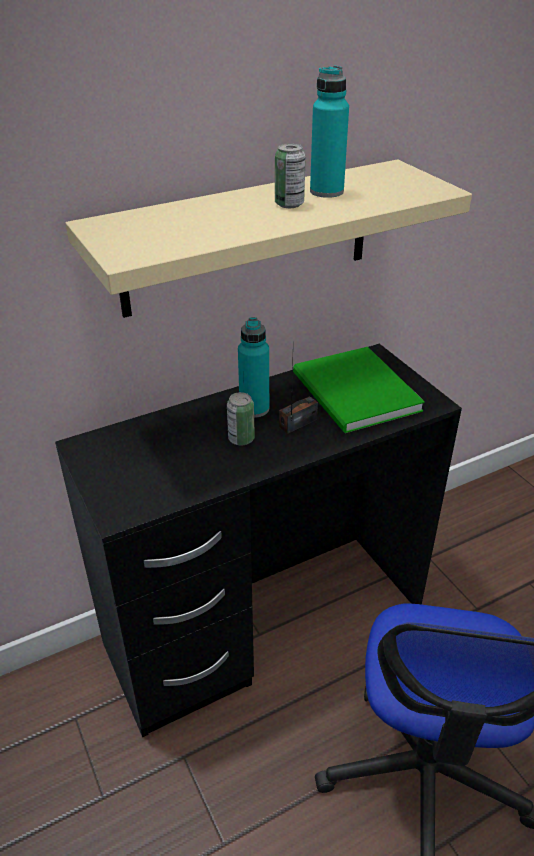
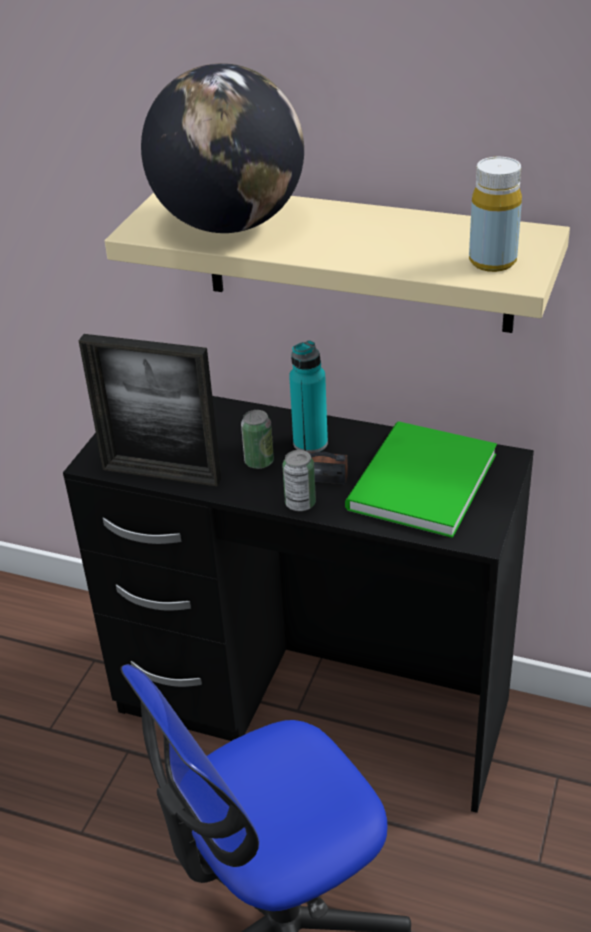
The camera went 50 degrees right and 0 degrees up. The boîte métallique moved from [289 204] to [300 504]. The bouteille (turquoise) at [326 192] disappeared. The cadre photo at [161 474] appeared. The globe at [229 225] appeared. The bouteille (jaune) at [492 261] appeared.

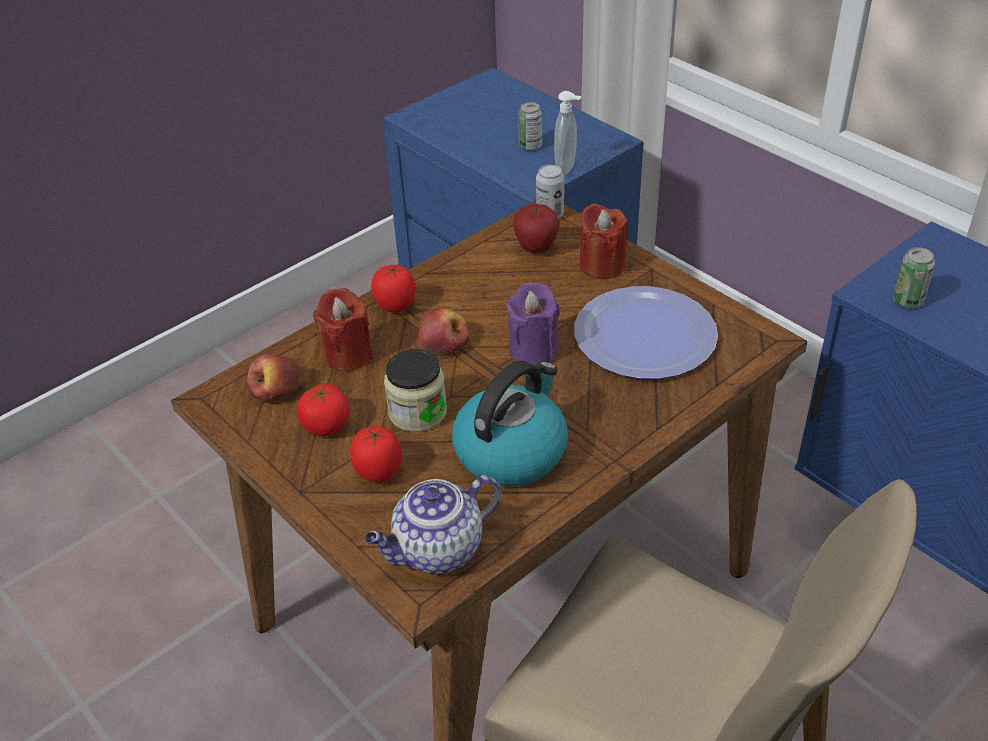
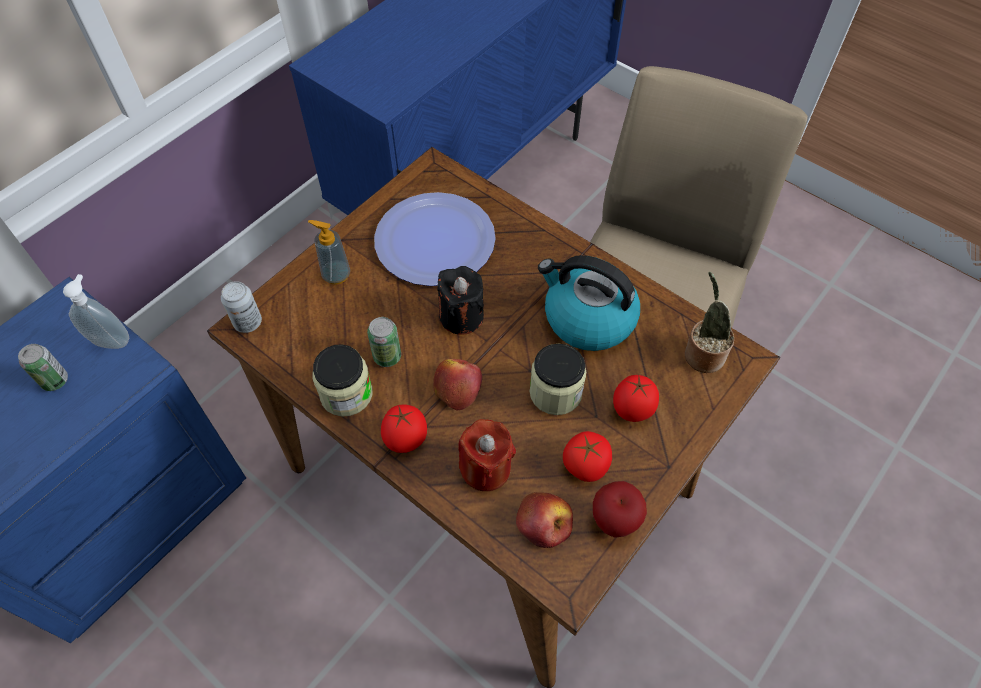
The camera went 100 degrees left and 15 degrees up. The théière at [437 551] was replaced by the plante en pot at [702 353]. The bougie (violet) at [533 349] became the bougie (noir) at [461 316]. The pomme moved from [536 249] to [614 521]. The bougie (rouge) at [602 265] was replaced by the distributeur de savon at [336 275]. The boîte métallique moved from [907 301] to [387 356]. The bocal at [346 394] appeared.

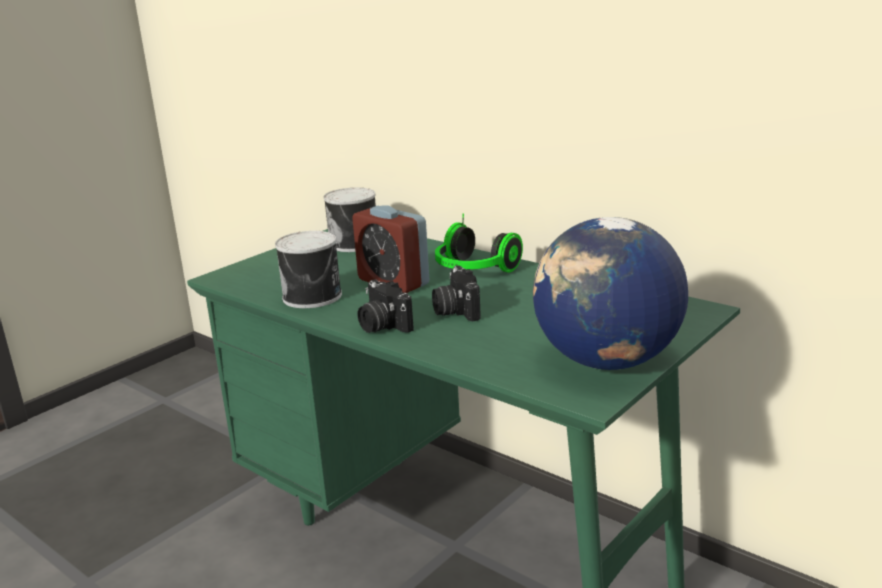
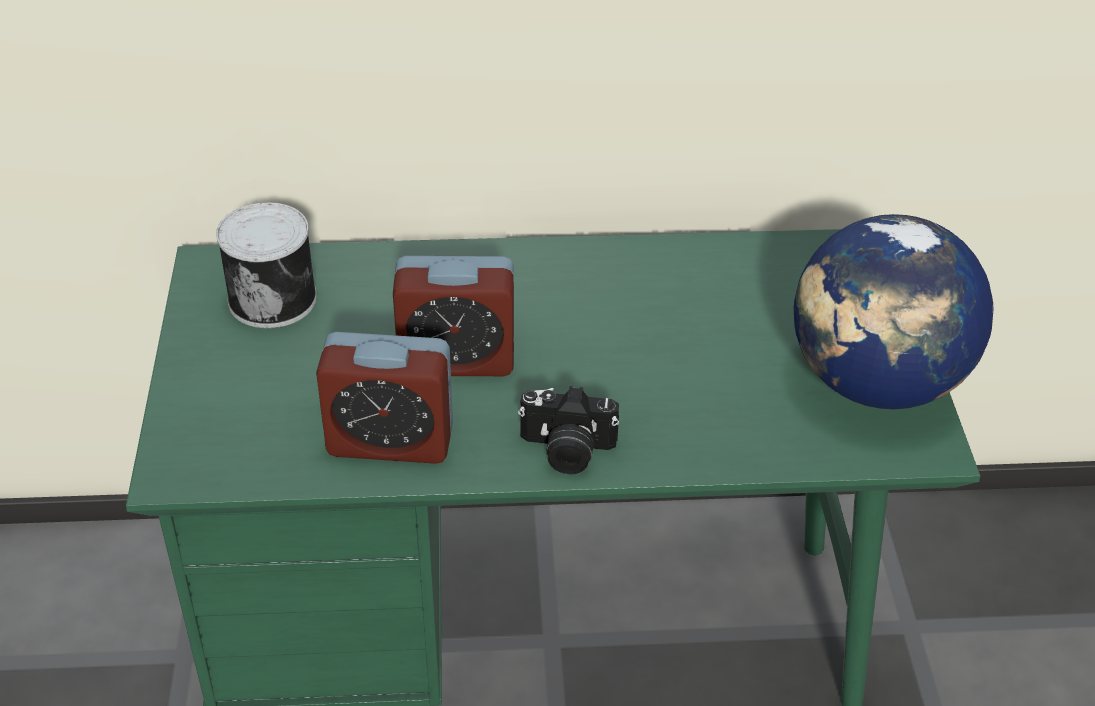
The camera went 45 degrees left and 20 degrees up. The boîte métallique at [314 296] was replaced by the réveil at [390 441]. The appareil photo at [455 311] disappeared. The casque audio at [473 270] disappeared.

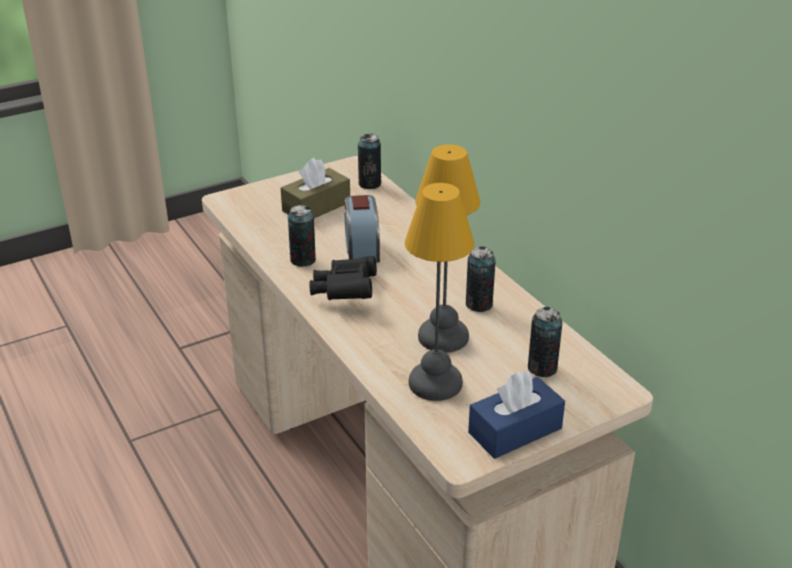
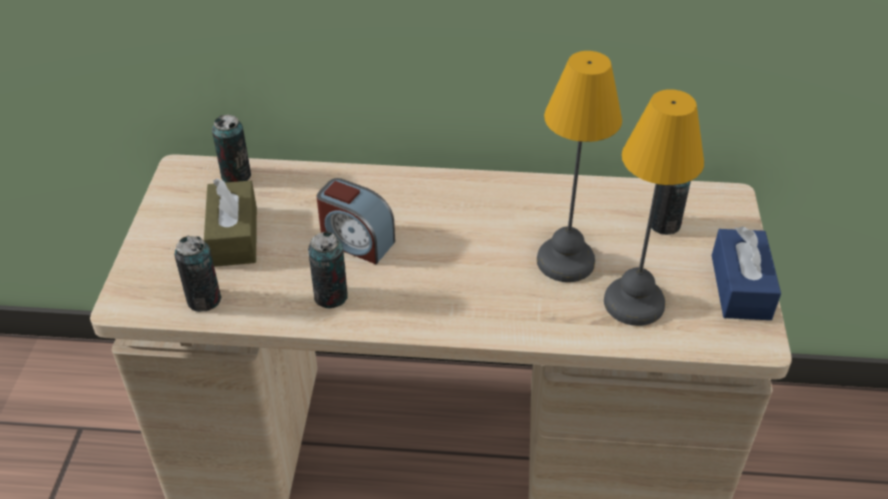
The camera went 55 degrees left and 10 degrees up. The jumelles (noir) at [345 292] disappeared. The boîte métallique moved from [479 304] to [204 300].

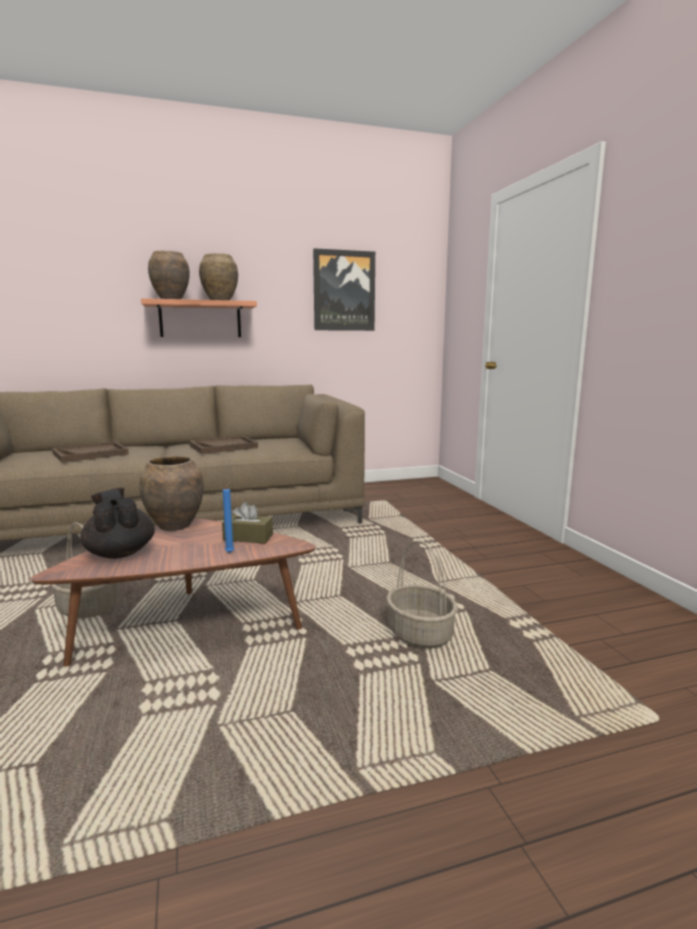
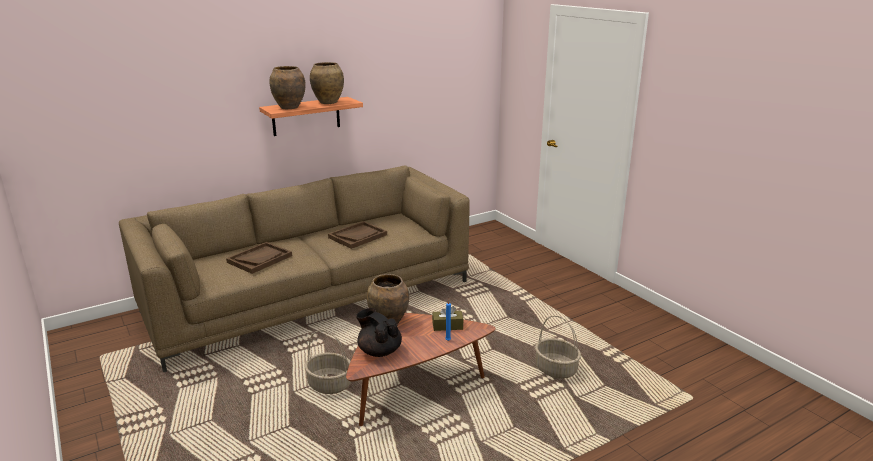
The camera went 15 degrees left and 10 degrees up. The tableau at [344 291] disappeared.

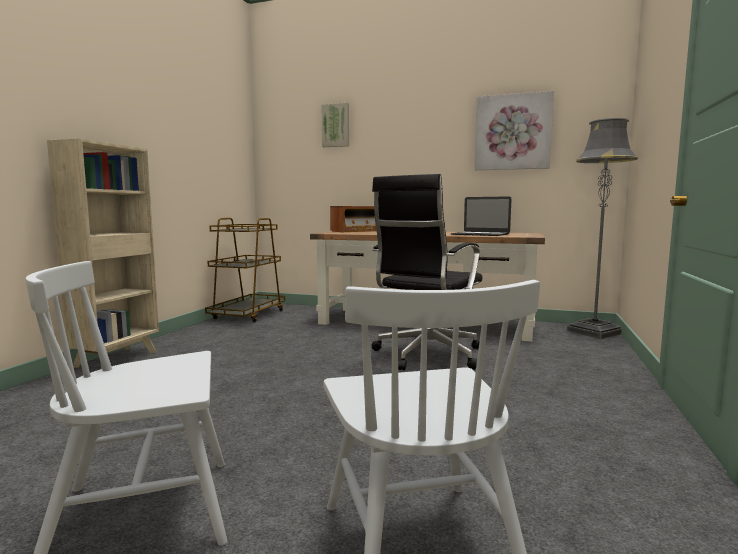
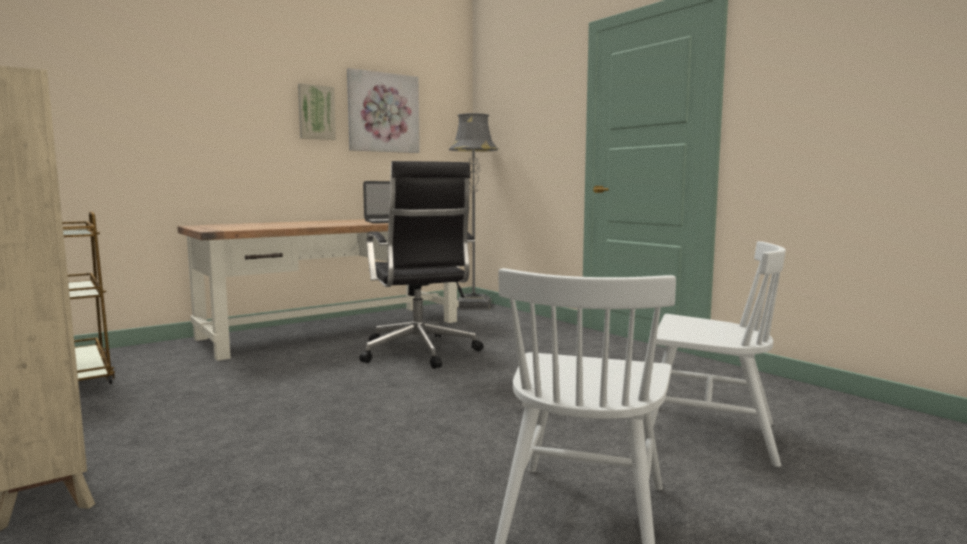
The camera went 55 degrees left and 0 degrees up. The tableau moved from [336 125] to [316 112]. The radio at [355 231] disappeared.

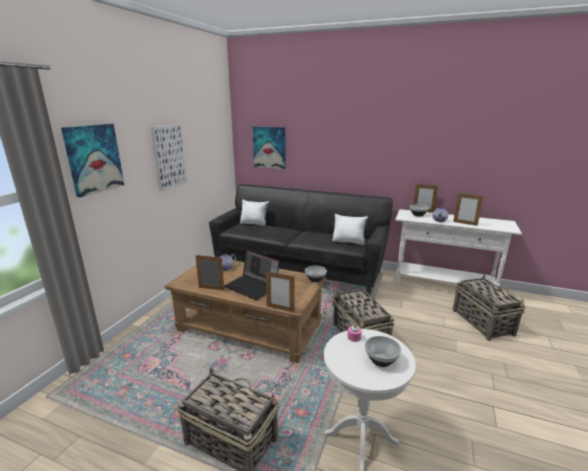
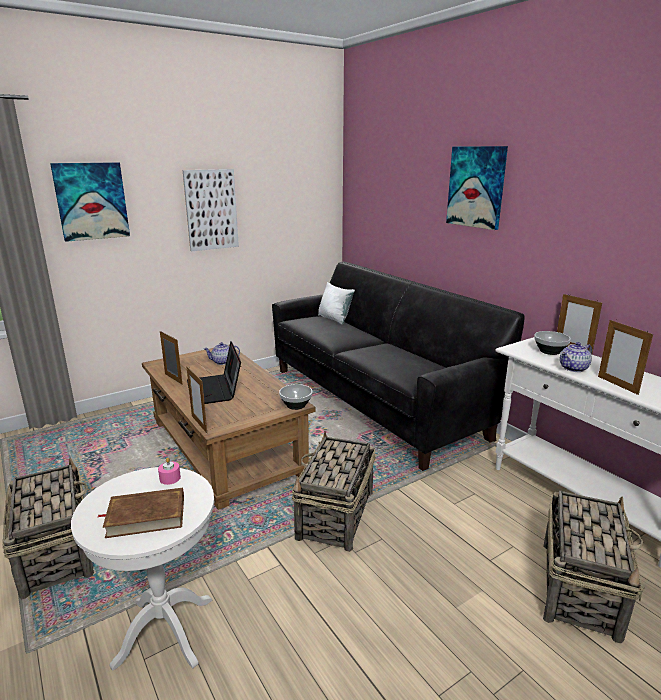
The camera went 35 degrees right and 0 degrees up. The tableau moved from [269 147] to [476 187]. The coussin (blanc) at [349 241] disappeared. The bol at [381 360] was replaced by the livre (marron) at [146 516].

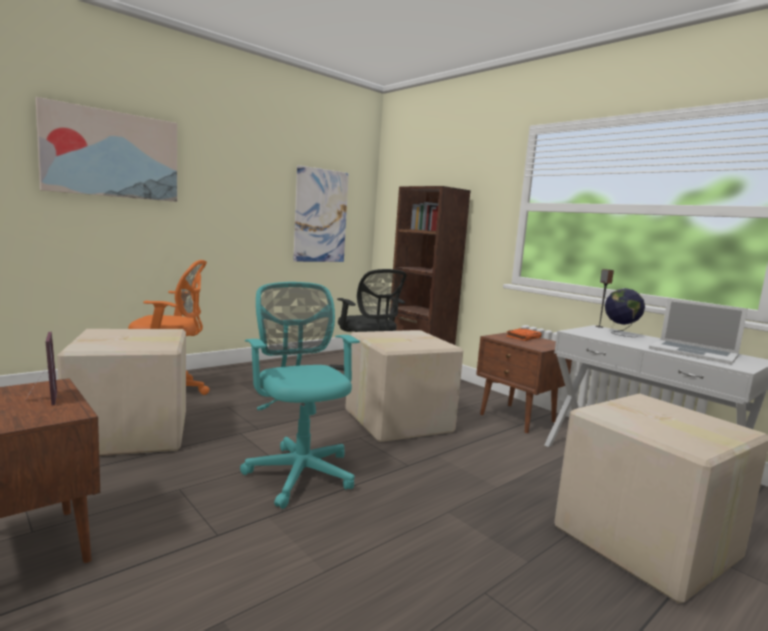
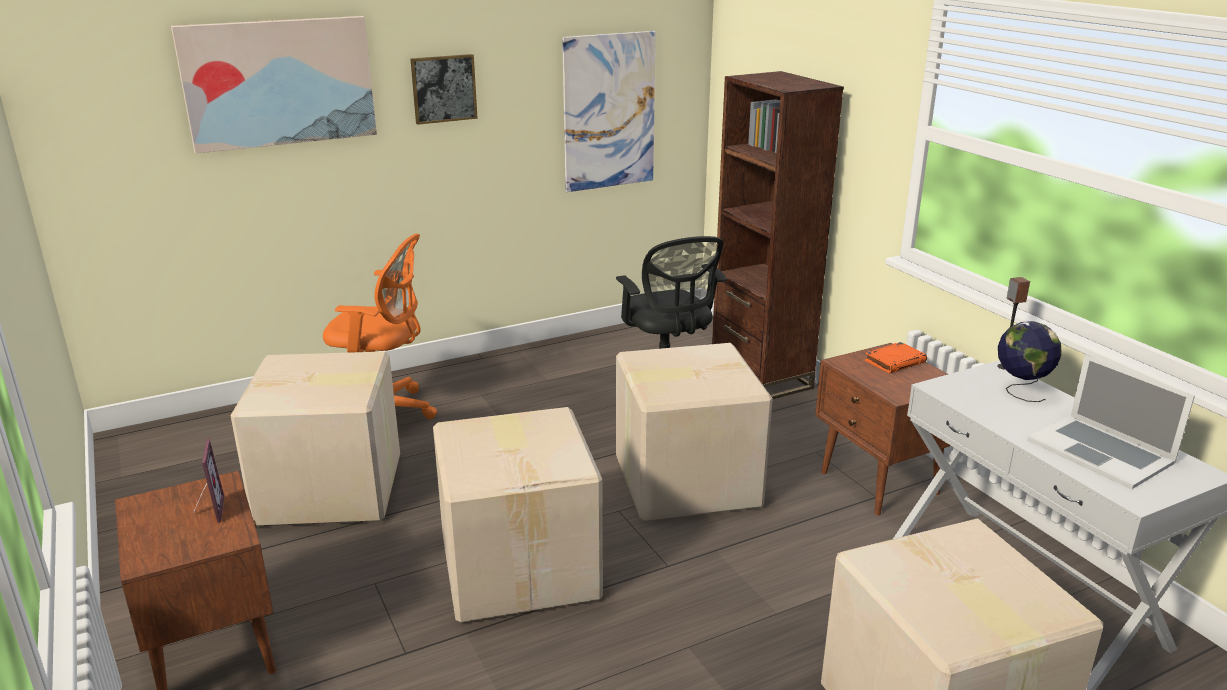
The camera went 15 degrees right and 15 degrees up. The chaise de bureau (turquoise) at [299 471] was replaced by the carton at [521 566]. The tableau at [444 88] appeared.

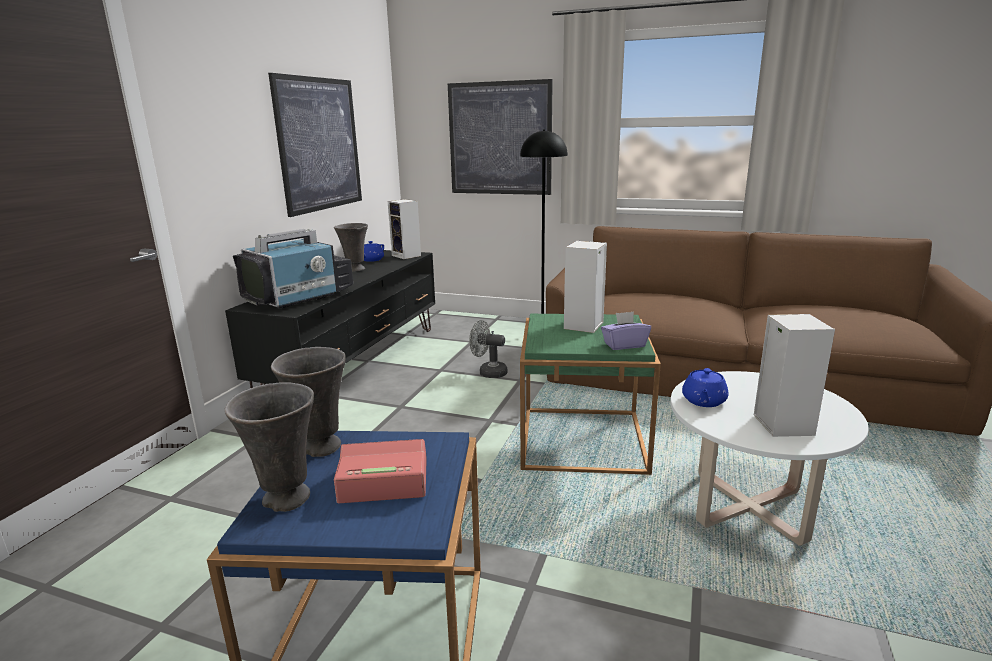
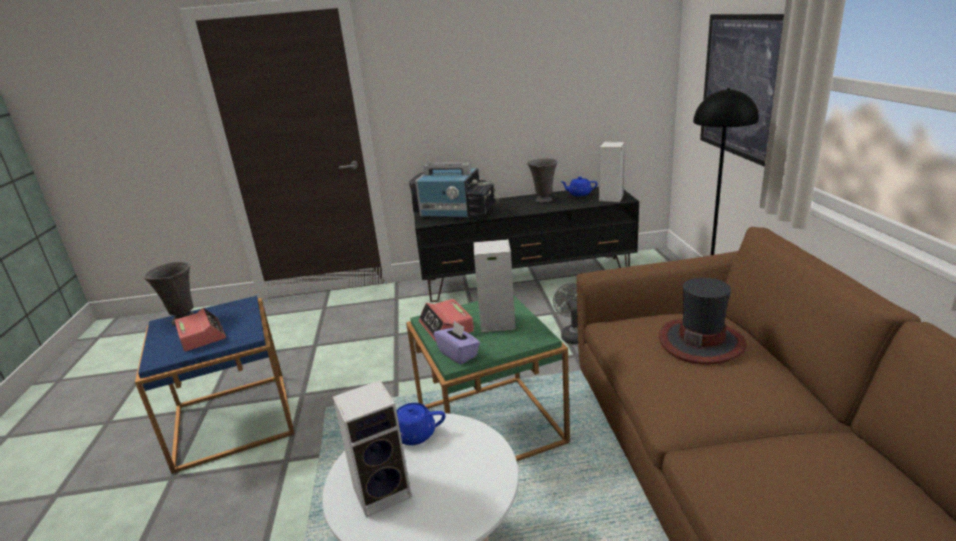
The camera went 65 degrees right and 5 degrees up. The tableau at [319 144] disappeared. The vase (gris) at [321 448] disappeared. The réveil at [446 327] appeared. The chapeau at [701 342] appeared.

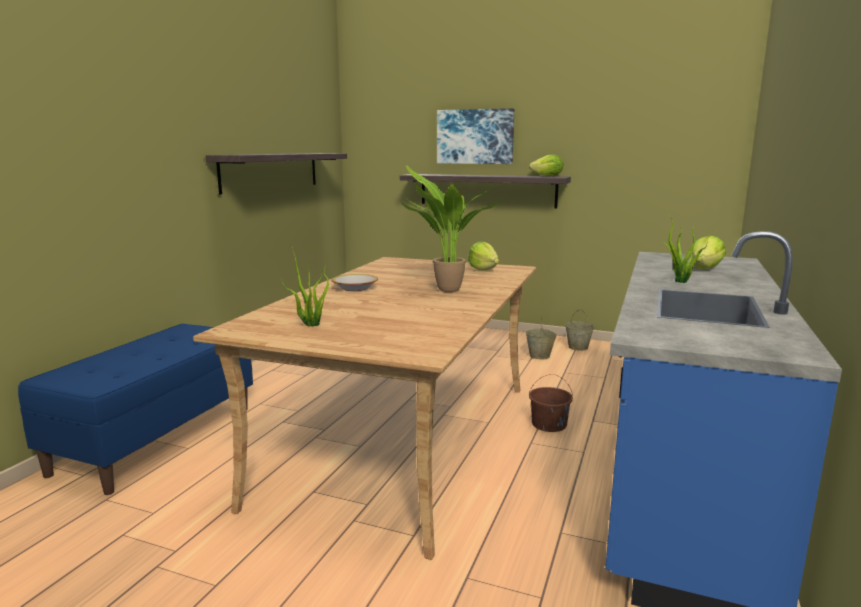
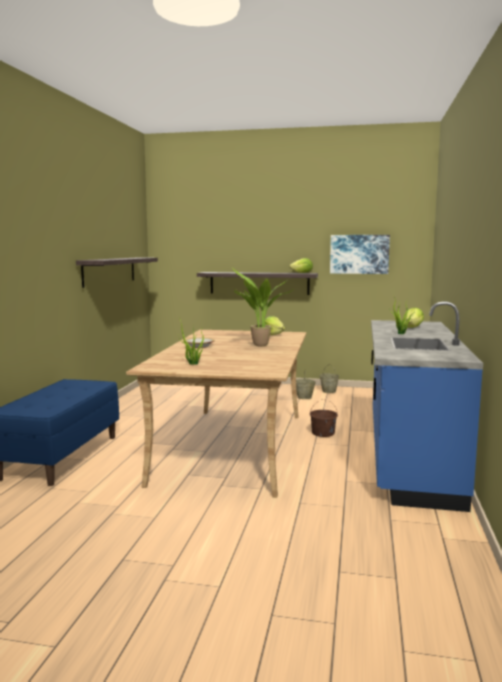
The camera went 10 degrees left and 5 degrees down. The tableau moved from [475 136] to [359 254].

